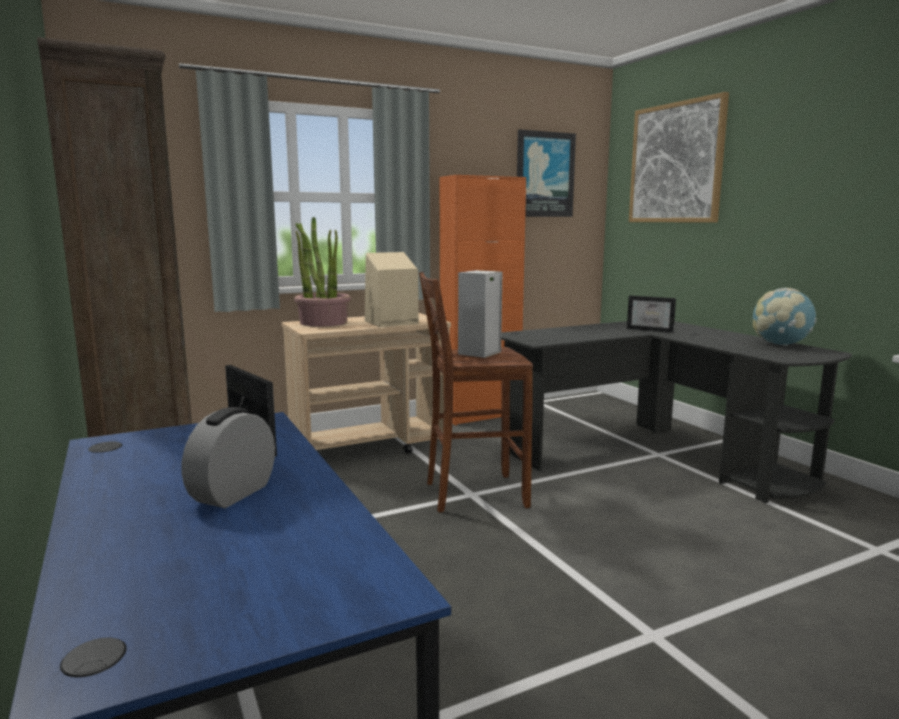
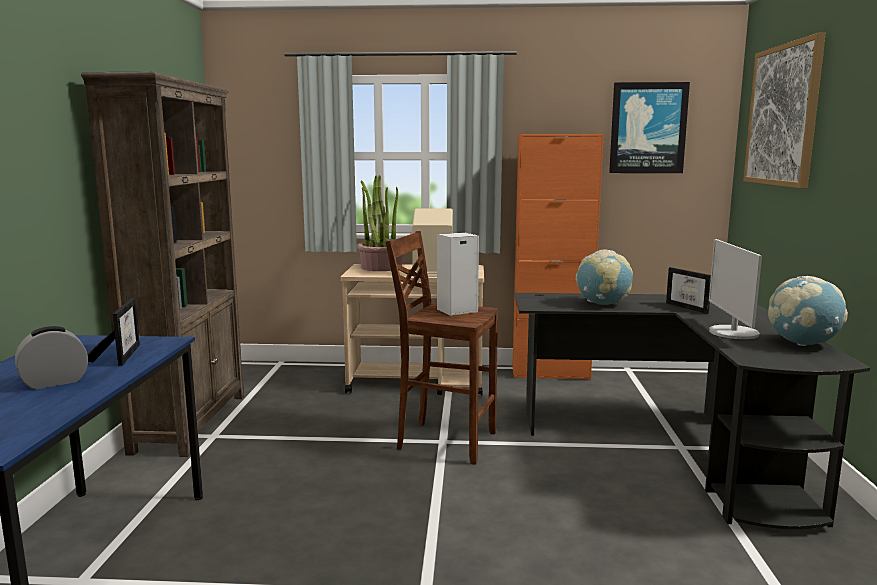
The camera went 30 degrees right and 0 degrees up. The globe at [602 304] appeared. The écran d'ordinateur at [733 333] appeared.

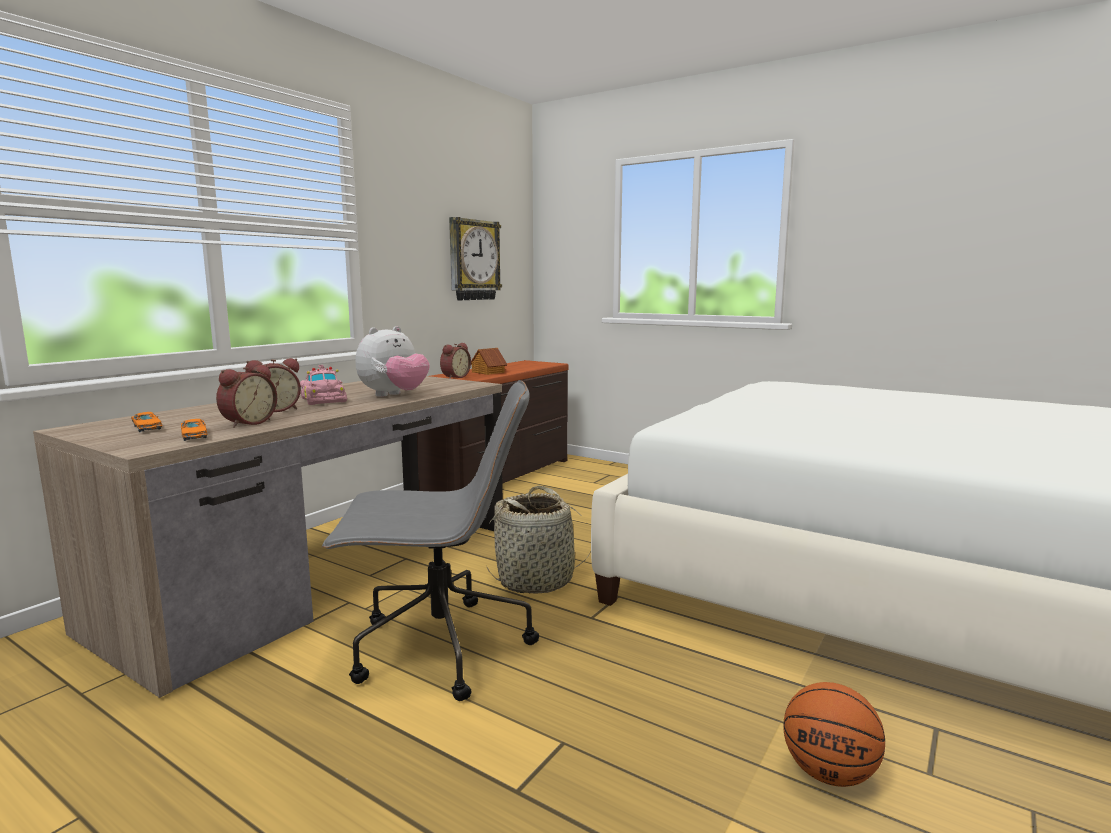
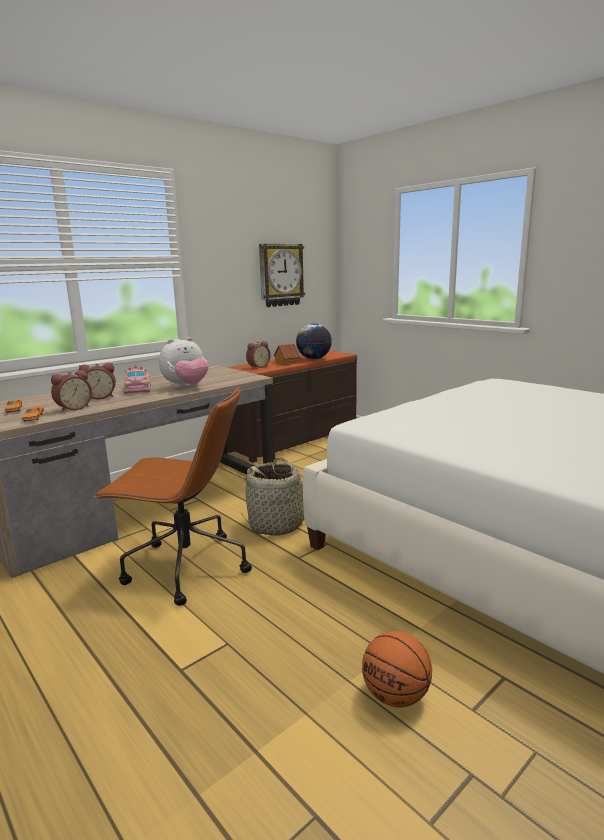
The camera went 15 degrees right and 5 degrees up. The chaise de bureau (gris) at [438 649] became the chaise de bureau (marron) at [184 567]. The globe at [314 359] appeared.

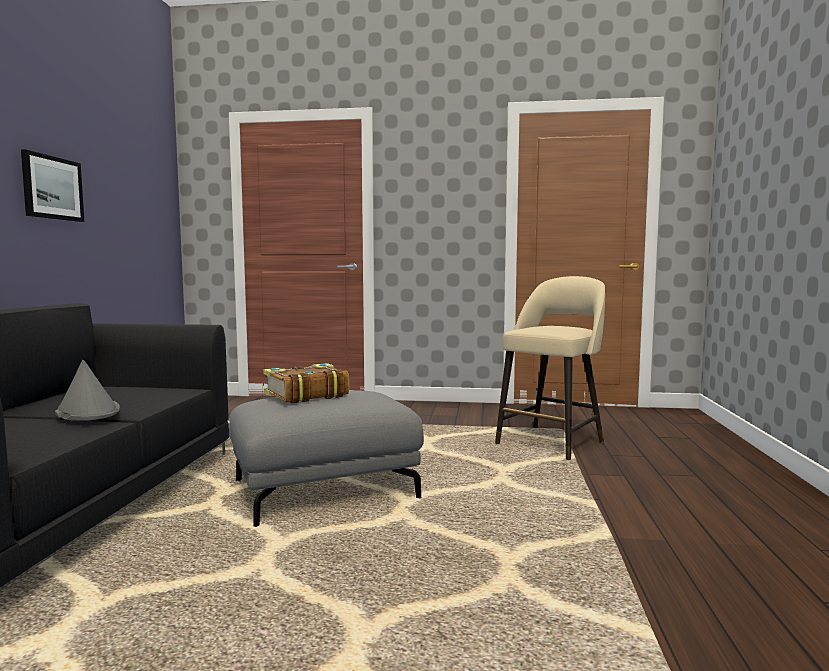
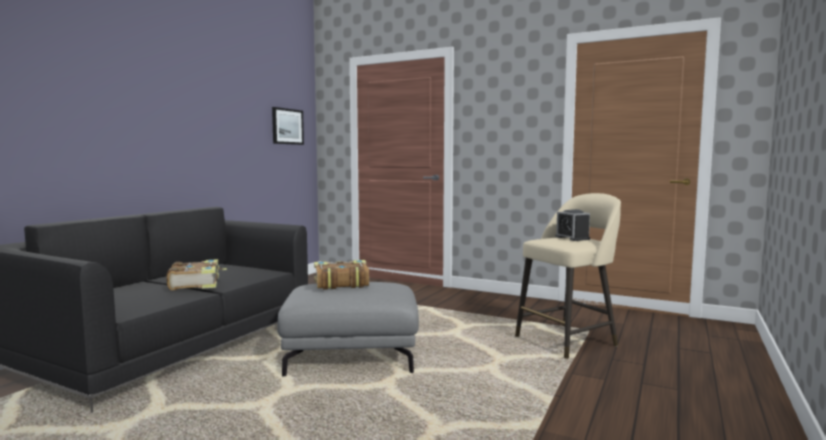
The camera went 20 degrees right and 0 degrees up. The tableau moved from [52 188] to [287 126]. The chapeau (gris) at [87 412] was replaced by the livre at [196 283]. The réveil at [572 238] appeared.

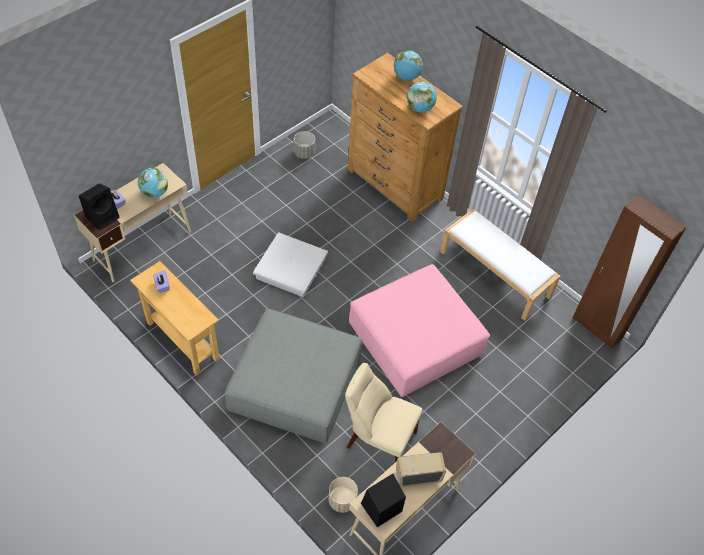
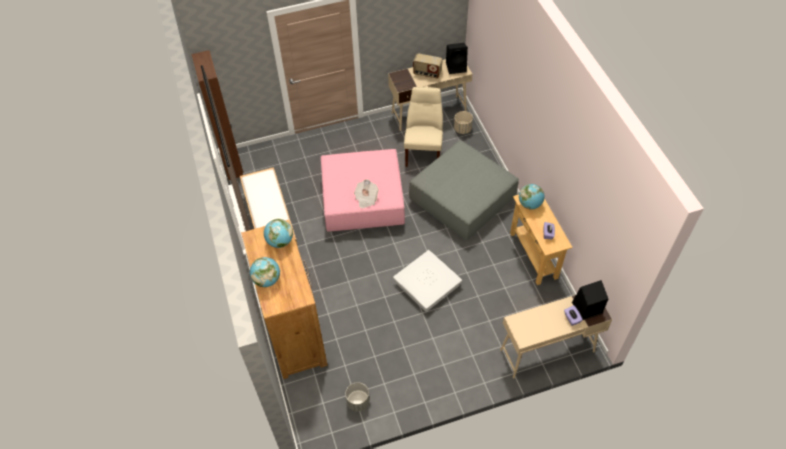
The camera went 150 degrees left and 0 degrees up. The globe moved from [154 192] to [530 204]. The chaise (beige) at [378 438] turned 135 degrees counterclockwise. The journal at [366 198] appeared.

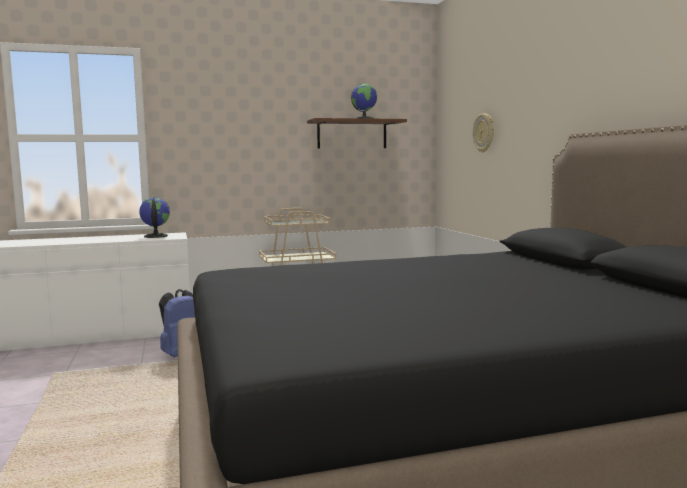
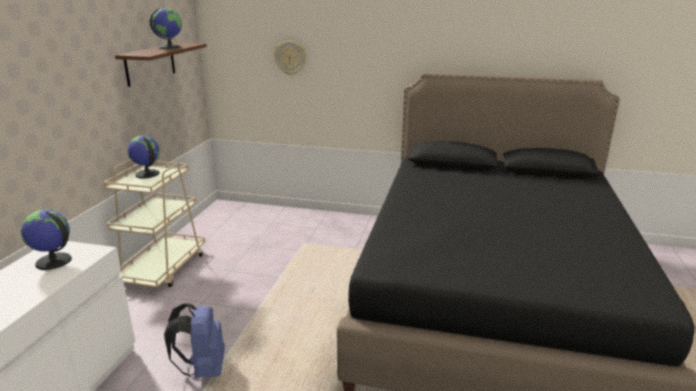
The camera went 60 degrees left and 15 degrees up. The globe at [147 174] appeared.

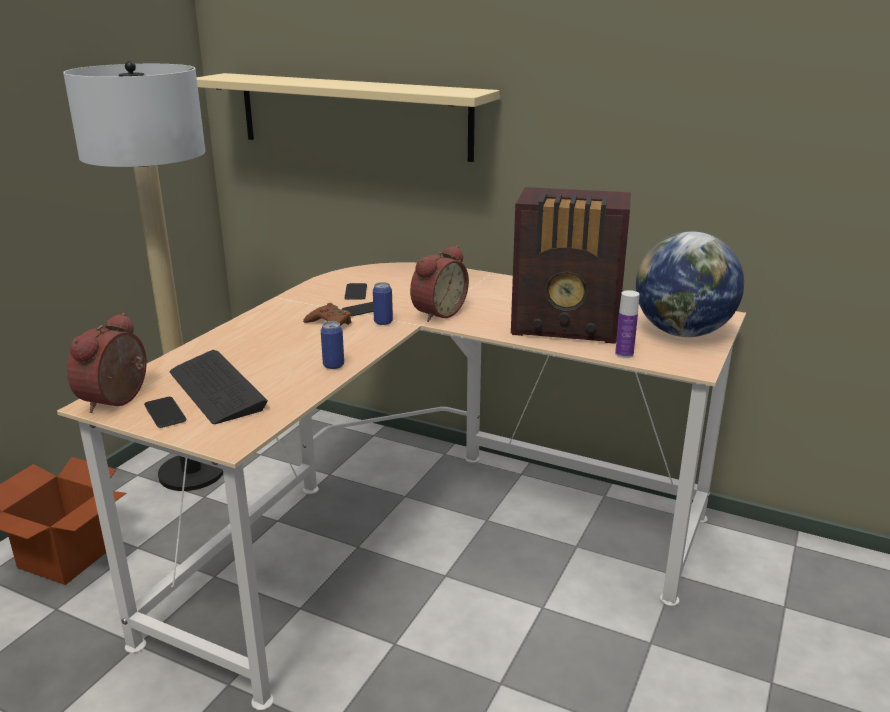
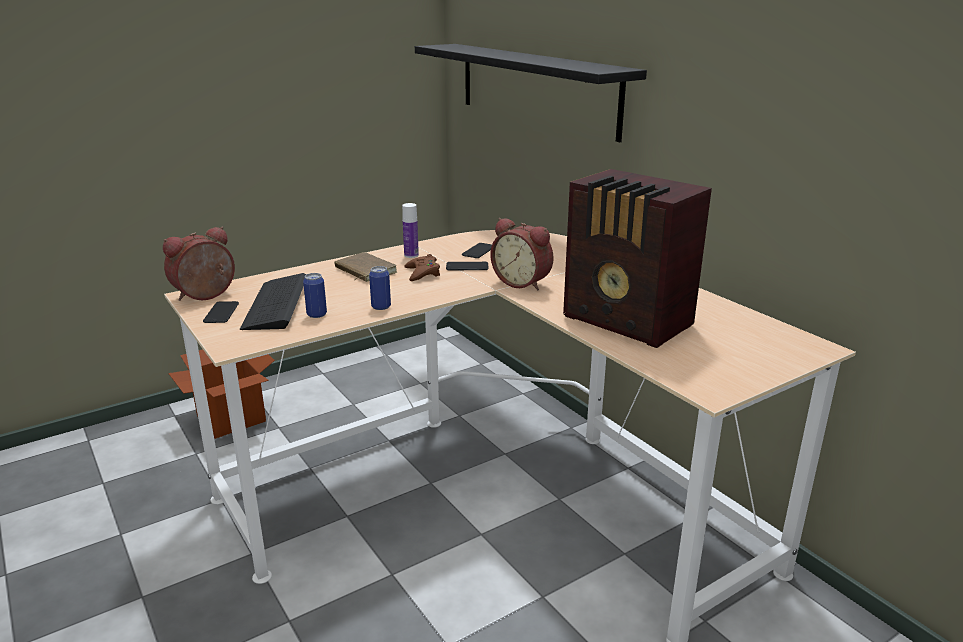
The camera went 30 degrees right and 0 degrees up. The lampadaire at [192 472] disappeared. The étagère (beige) at [353 115] became the étagère (noir) at [535 88]. The boîte métallique moved from [383 322] to [316 314]. The réveil at [436 313] turned 60 degrees clockwise. The bouteille moved from [624 354] to [411 255]. The globe at [682 333] disappeared. The livre (marron) at [363 271] appeared.

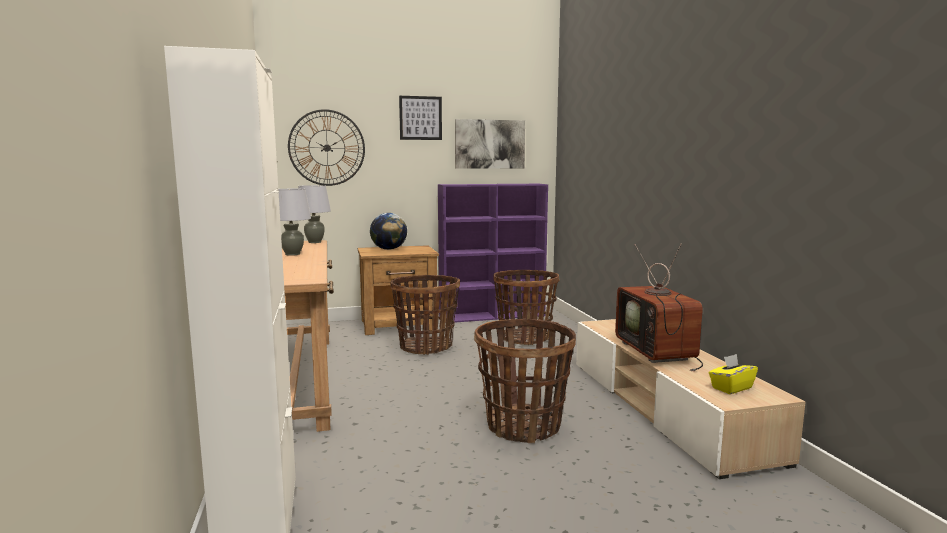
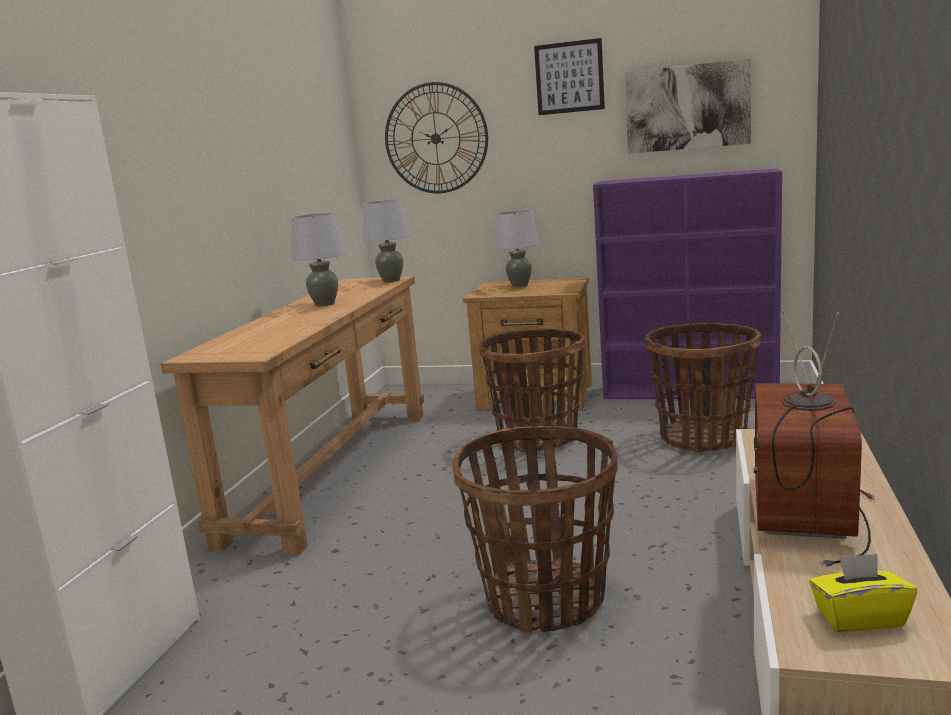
The camera went 30 degrees right and 5 degrees up. The globe at [389 249] was replaced by the lampe de table (gris) at [519 285].

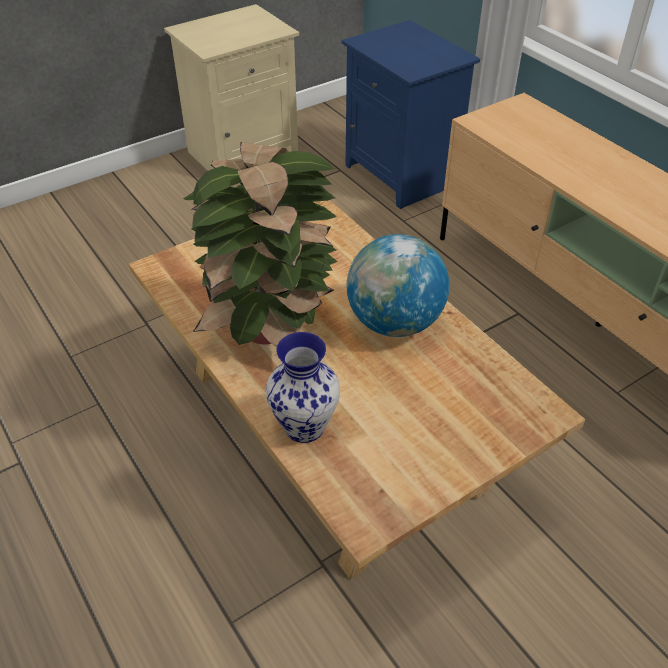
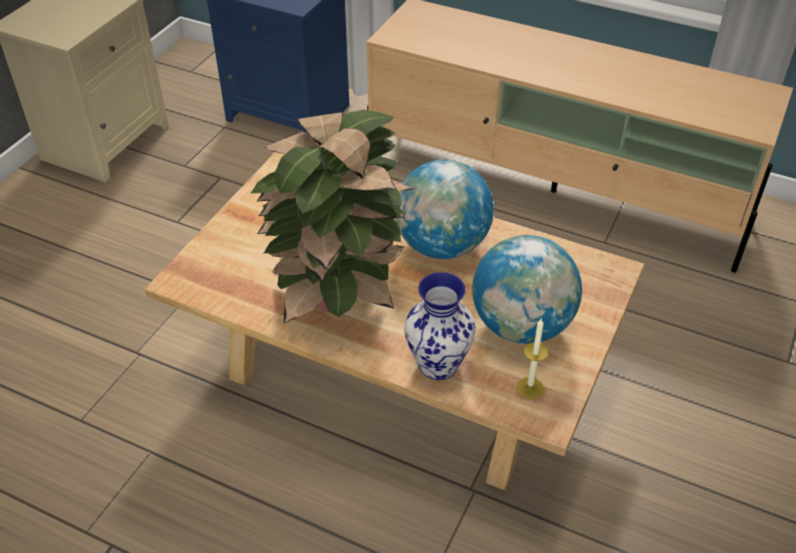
The camera went 30 degrees left and 0 degrees up. The globe at [521 326] appeared. The bougie at [530 388] appeared.

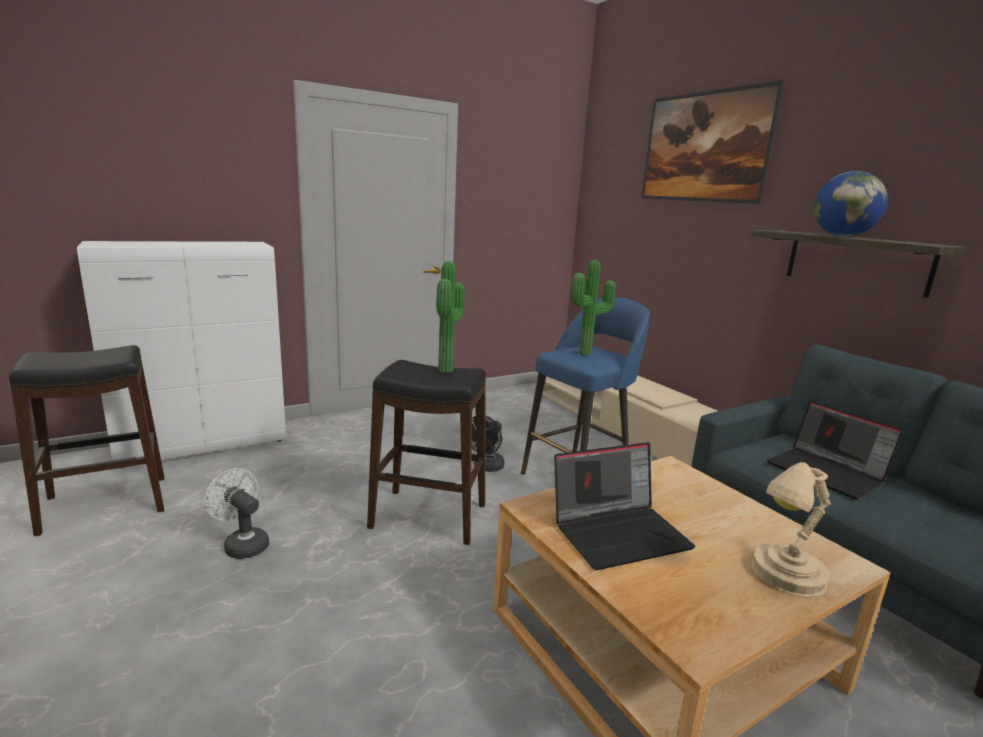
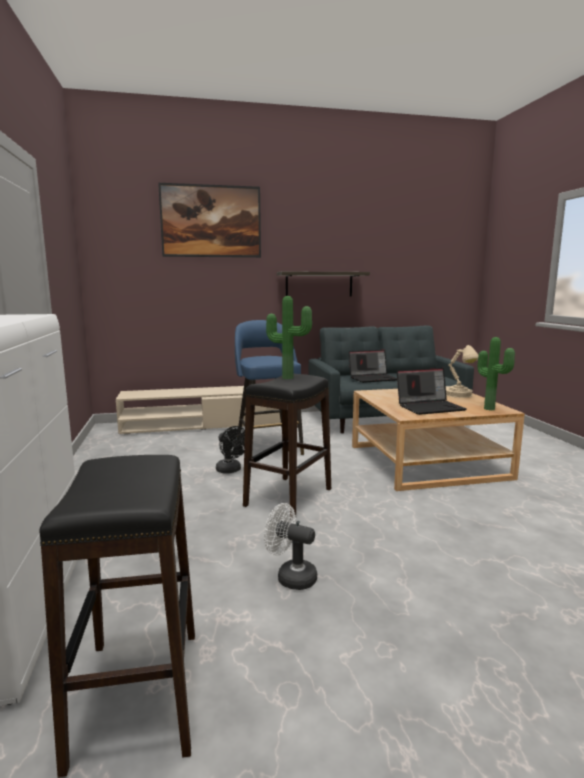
The camera went 70 degrees left and 5 degrees down. The ventilateur (blanc) at [242 544] turned 60 degrees clockwise. The ordinateur portable at [619 532] turned 75 degrees clockwise. The plante en pot moved from [587 354] to [490 408]. The globe at [841 236] disappeared.

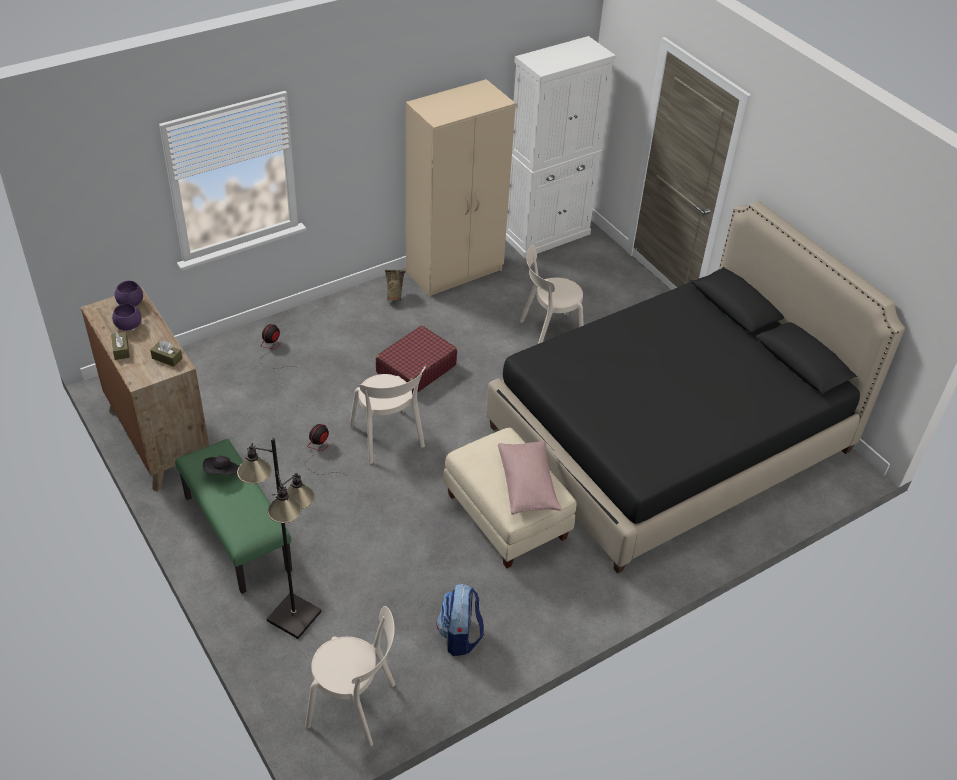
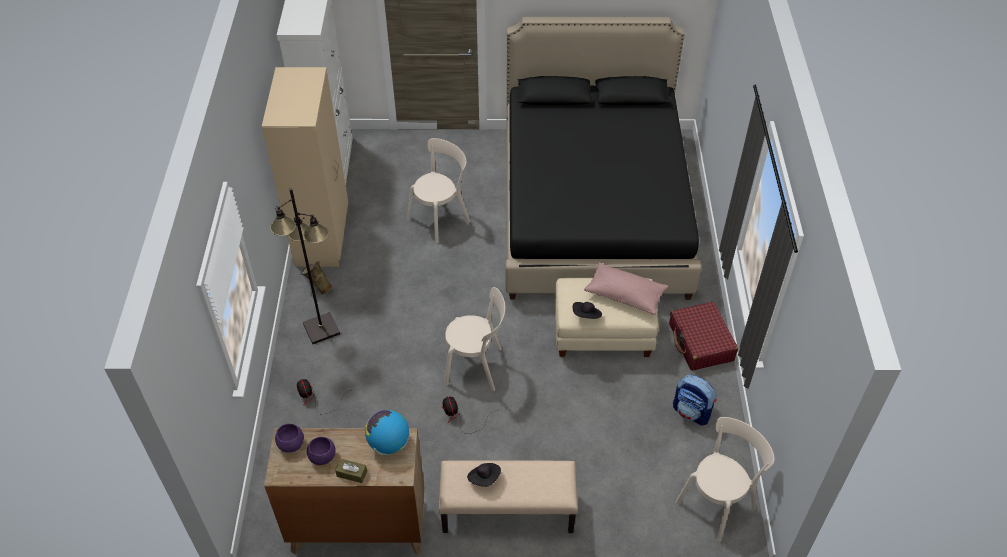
The camera went 55 degrees left and 5 degrees up. The boîte à mouchoirs (marron) at [167 358] was replaced by the globe at [389 443]. The banc (vert) at [236 533] became the banc (beige) at [507 511]. The lampadaire (noir) moved from [294 615] to [321 328]. The valise (rouge) moved from [416 369] to [700 343]. The chaise (beige) at [548 334] turned 150 degrees counterclockwise. The chapeau (noir) at [586 316] appeared.

